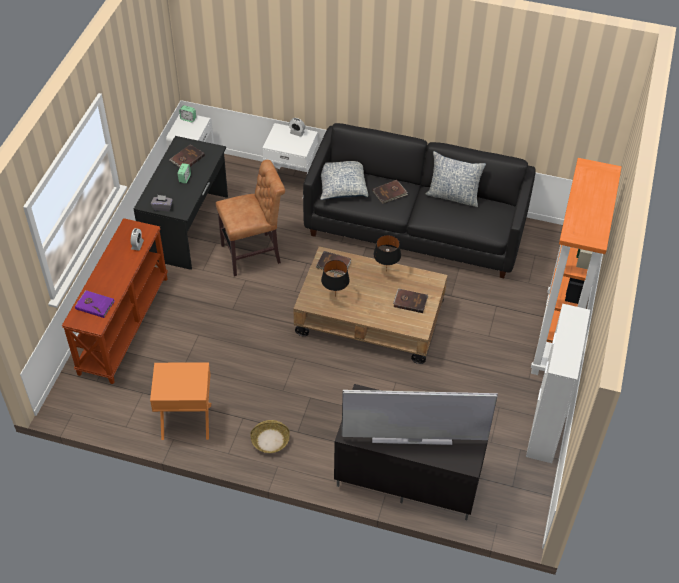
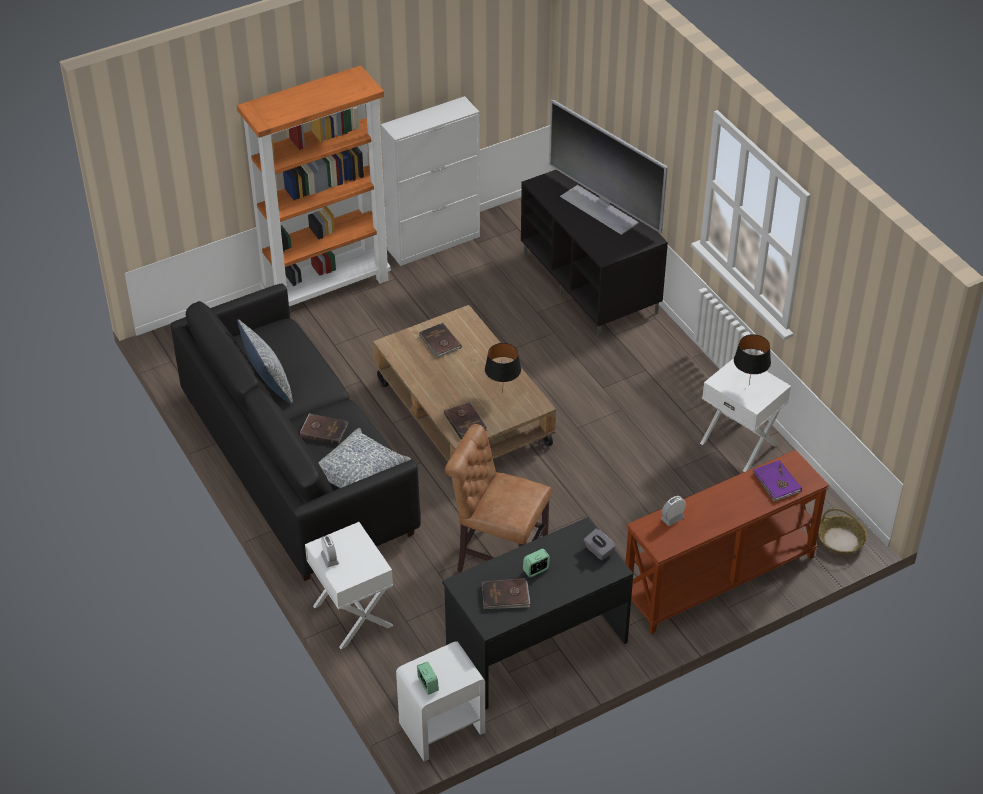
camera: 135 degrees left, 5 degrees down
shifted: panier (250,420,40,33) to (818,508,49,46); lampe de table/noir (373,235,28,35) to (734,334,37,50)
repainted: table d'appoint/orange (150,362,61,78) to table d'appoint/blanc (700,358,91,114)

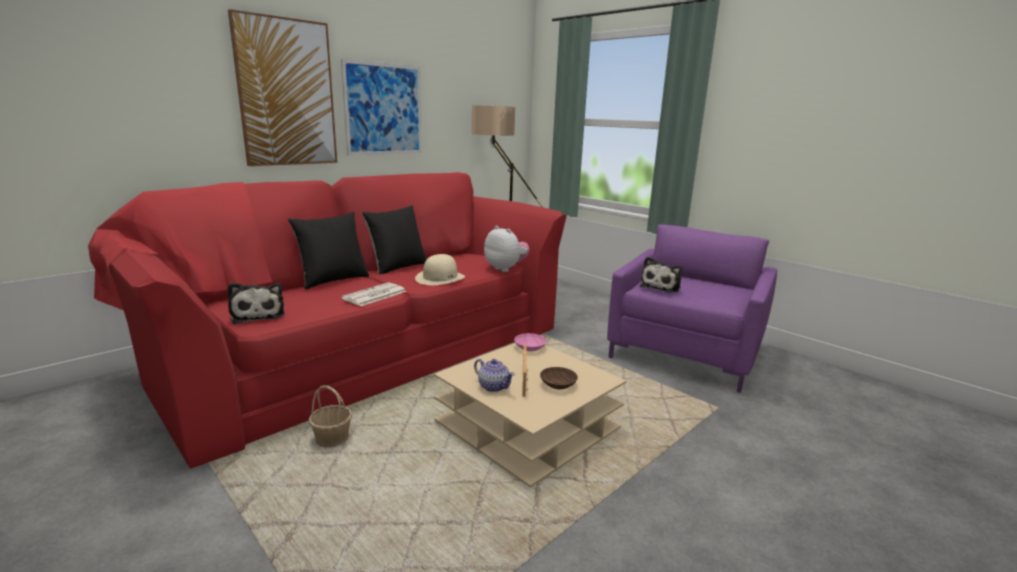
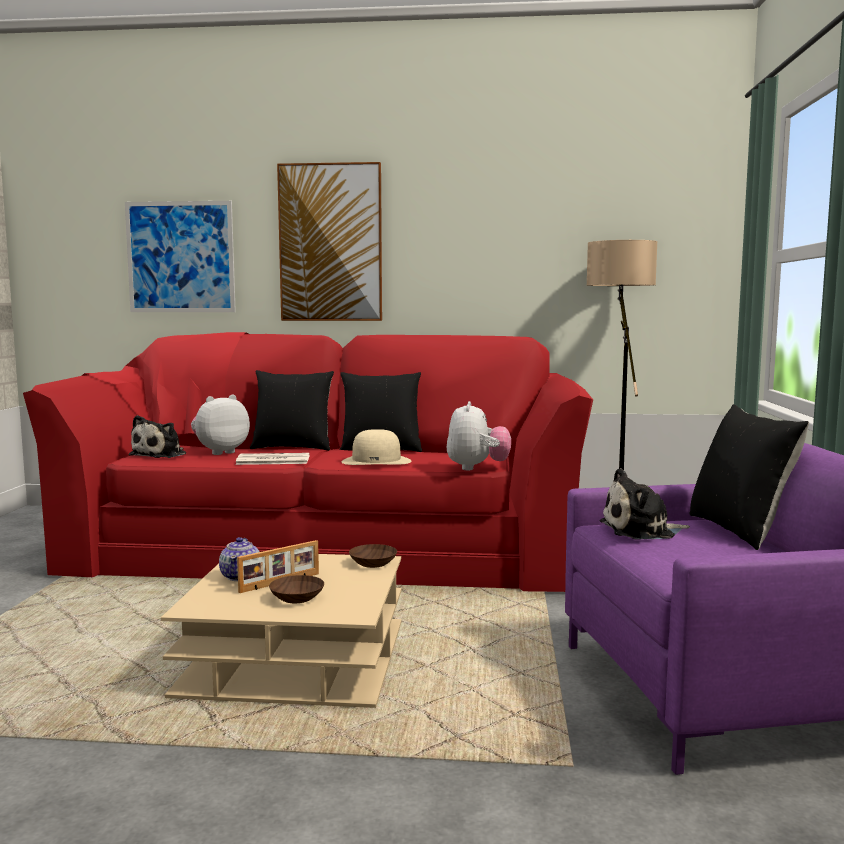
camera: 50 degrees right, 10 degrees down
gone: panier (309,385,43,63)
new: peluche (191,394,59,61); coussin/noir (689,404,120,146)
shifted: tableau (341,59,81,97) to (125,201,111,111)
repainted: bol/rose (514,333,33,18) to bol/marron (349,544,48,24)

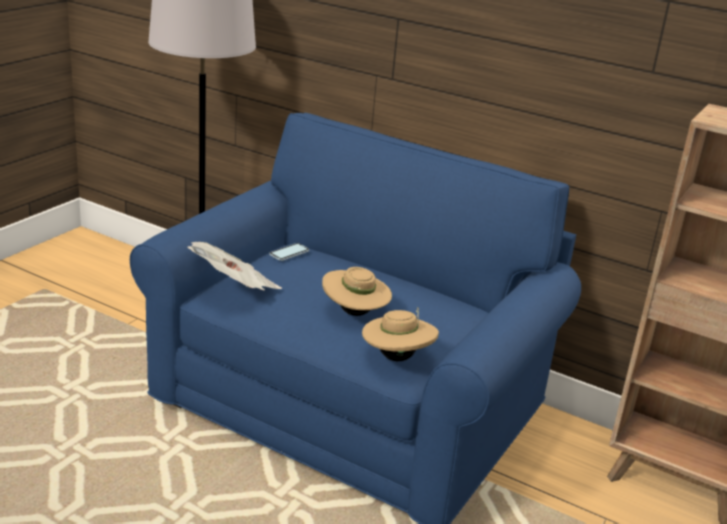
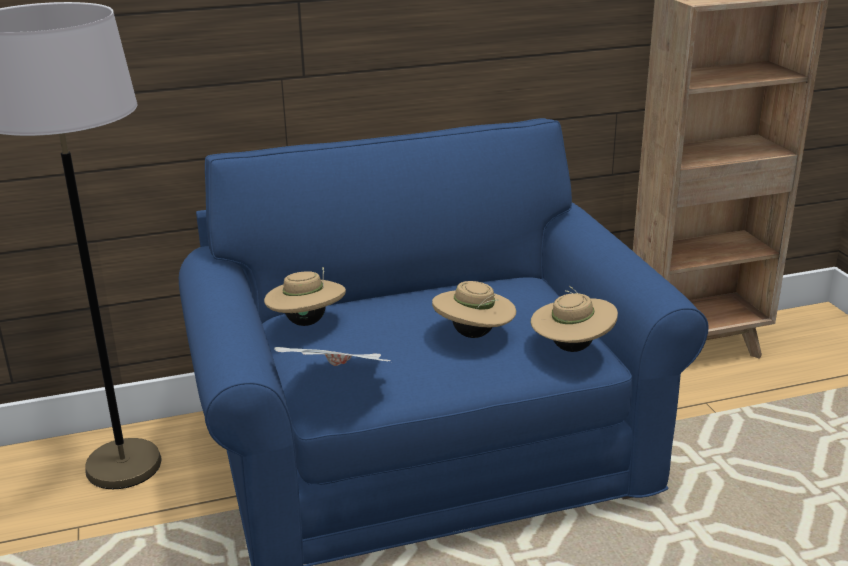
camera: 45 degrees left, 0 degrees up
swapped: téléphone (269,243,40,18) to chapeau/beige (264,267,82,59)

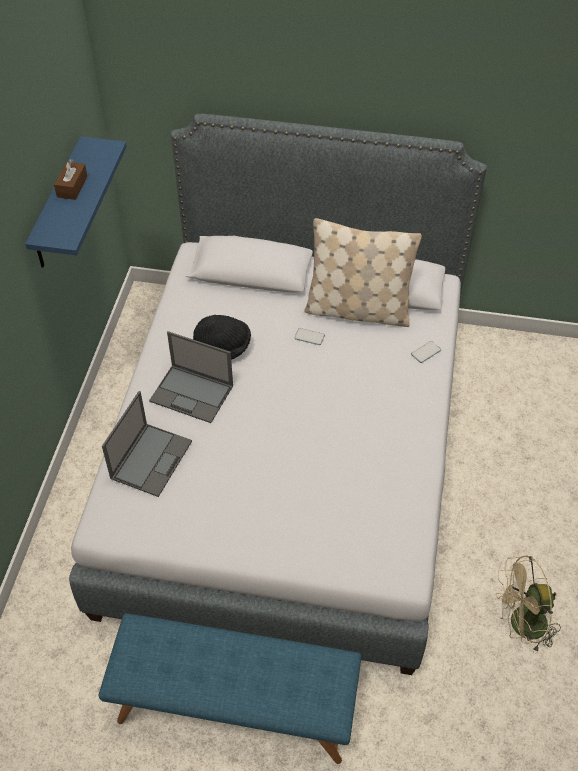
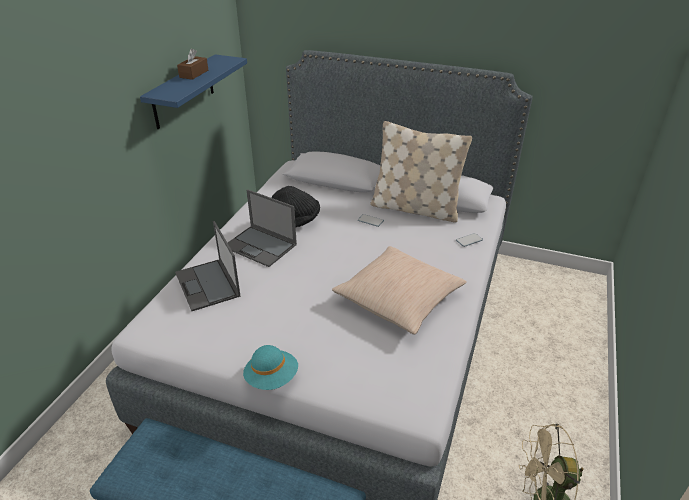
camera: 10 degrees right, 15 degrees down
new: chapeau/turquoise (243,345,55,45); coussin/beige (332,246,135,89)
rotated: ordinateur portable (102,391,90,106) = (175,221,65,90) 120 degrees clockwise

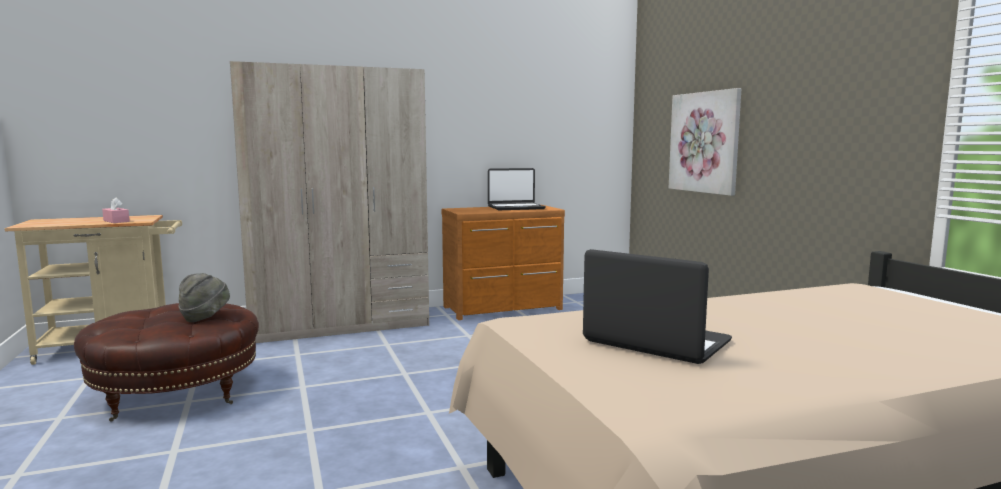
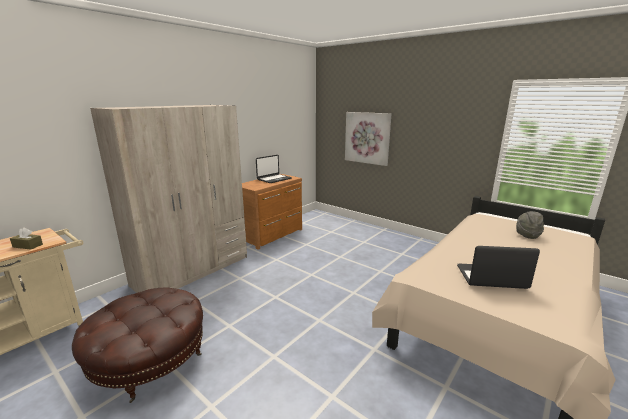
camera: 30 degrees left, 10 degrees up
shifted: chapeau/gris (178,273,52,49) to (516,211,28,28)
repainted: boîte à mouchoirs/rose (102,197,28,26) to boîte à mouchoirs/marron (10,227,33,22)

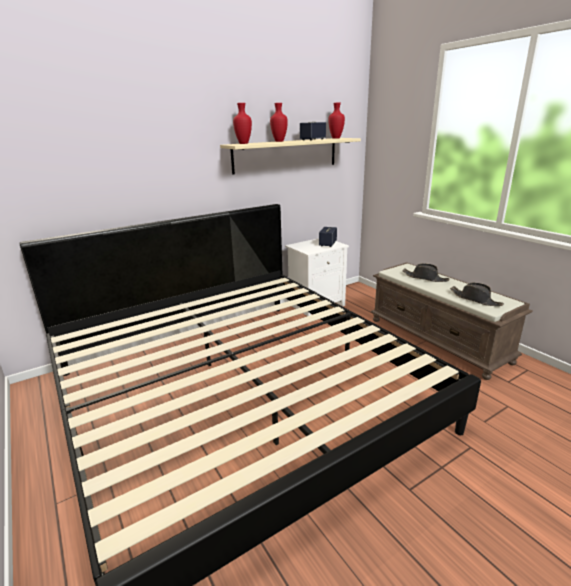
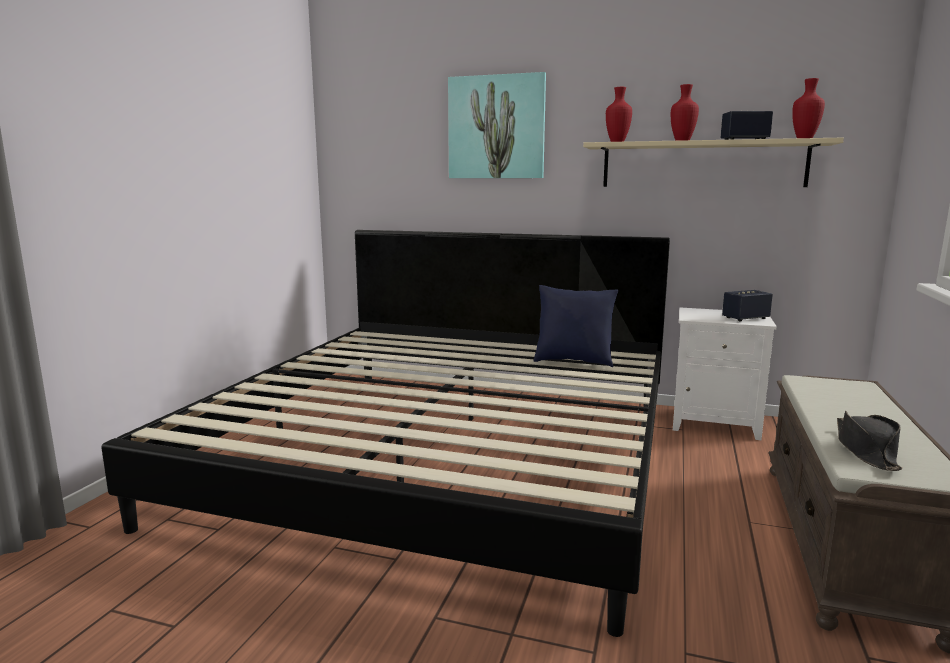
camera: 50 degrees right, 10 degrees down
gone: chapeau/noir (403,264,46,18)
new: tableau (448,72,98,106); coussin/bleu (534,285,85,82)

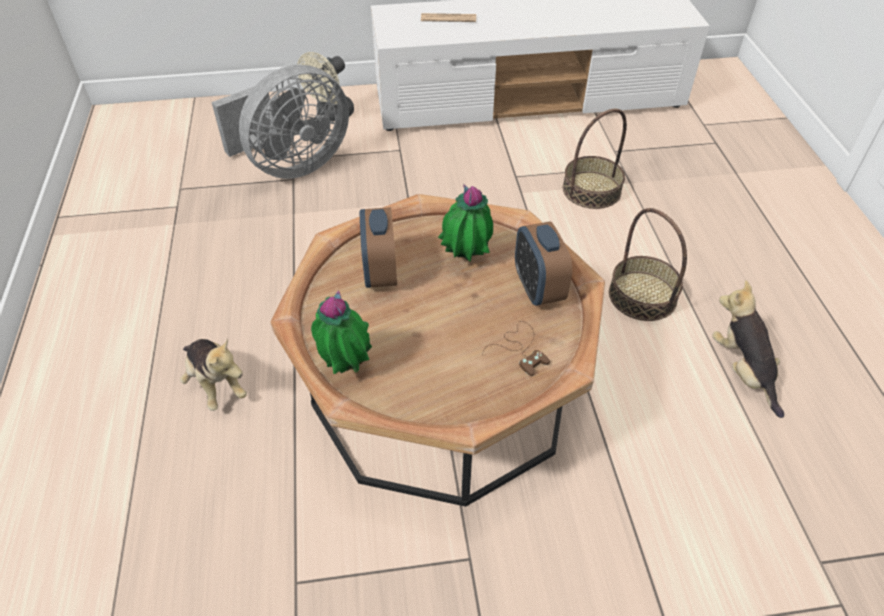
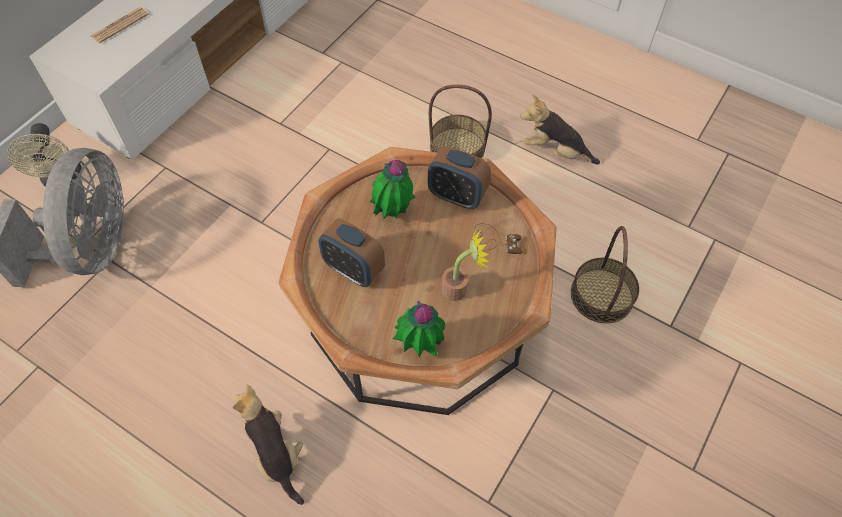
camera: 50 degrees left, 10 degrees up
new: plante en pot (442,227,48,74)
shifted: panier (563,109,64,100) to (571,226,68,97)
rotated: peluche (180,339,67,72) = (233,385,71,120) 120 degrees counterclockwise

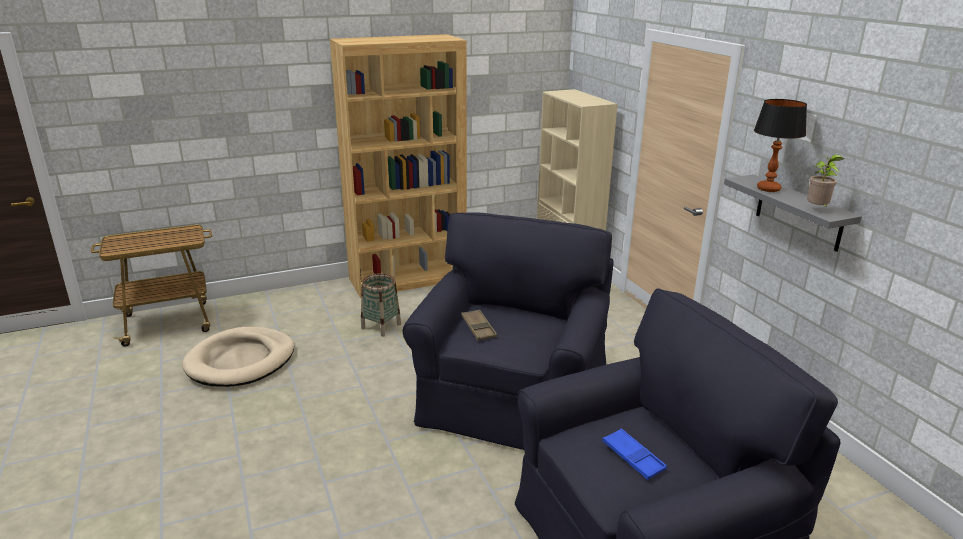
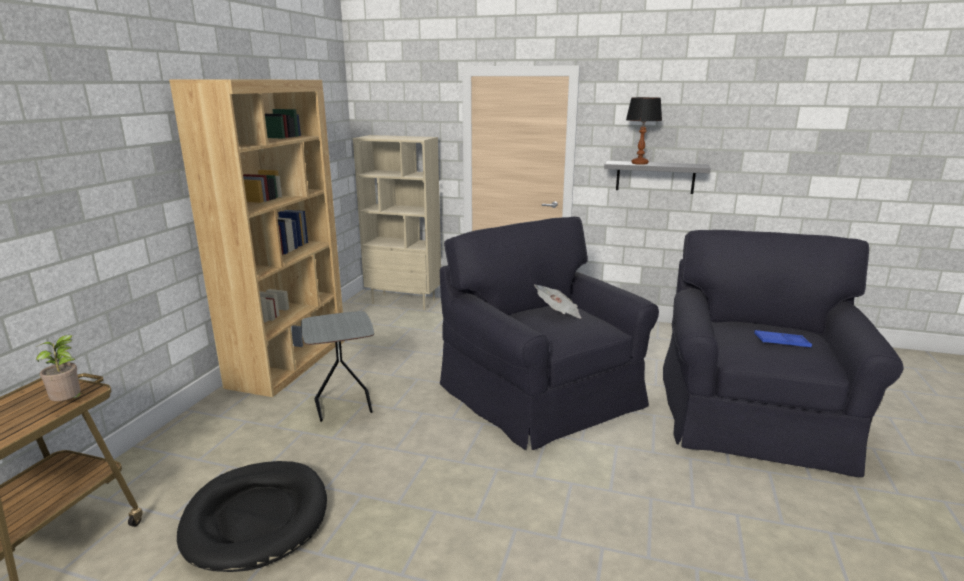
camera: 50 degrees left, 5 degrees down
gone: plateau/marron (461,309,36,32)
new: journal (534,285,47,33)
shifted: plante en pot (807,154,38,53) to (36,335,49,66)
swapped: panier (361,273,40,63) to table d'appoint/gris (301,311,73,111)
repainted: panier pour chien/beige (182,327,112,60) to panier pour chien/noir (177,461,150,111)

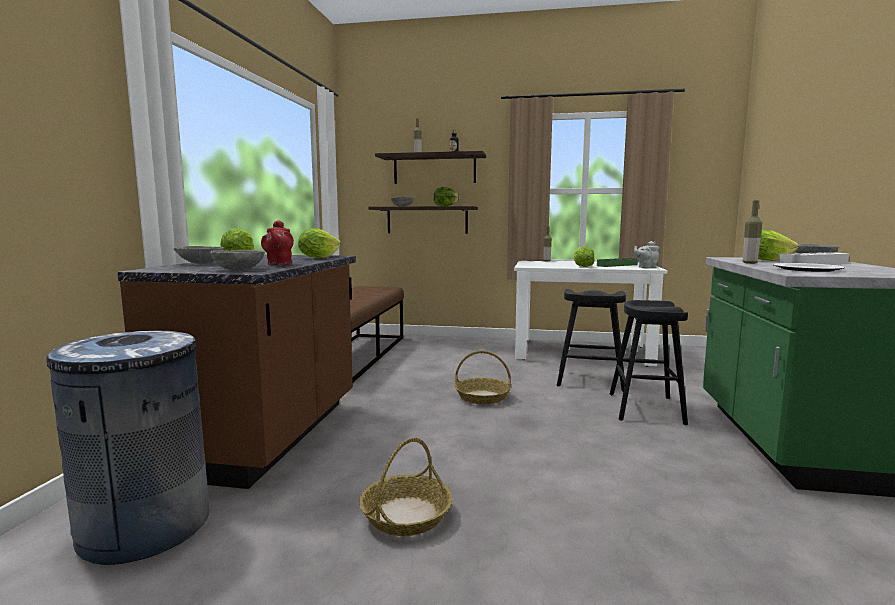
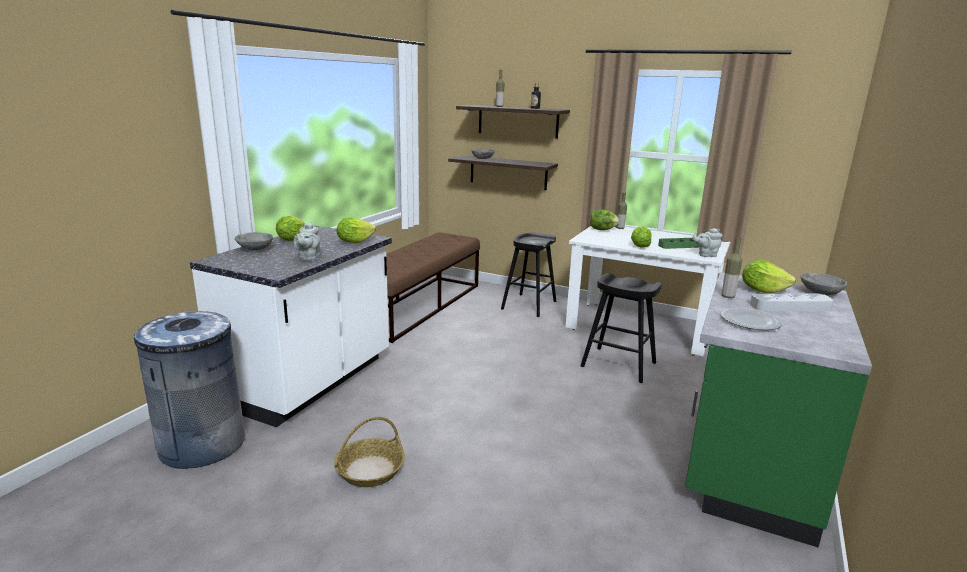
camera: 15 degrees right, 10 degrees up
gone: bol/gris (210,250,55,20); panier (455,351,56,53)
shifted: laitue (433,187,27,19) to (590,209,29,21); tabouret/noir (610,300,78,125) to (501,232,55,85)
repainted: comptoir de cuisine/marron (117,255,239,234) to comptoir de cuisine/blanc (190,225,202,202); théière/rouge (261,220,33,45) to théière/gris (294,222,26,39)

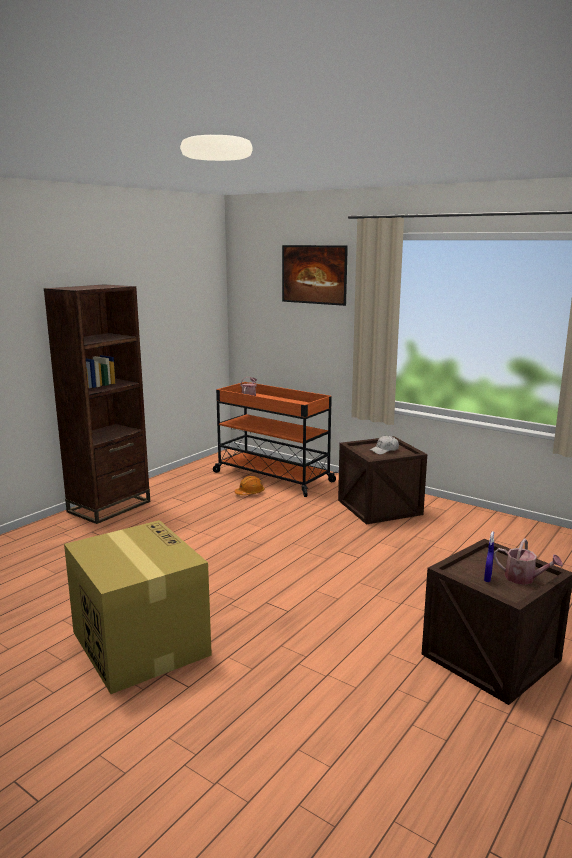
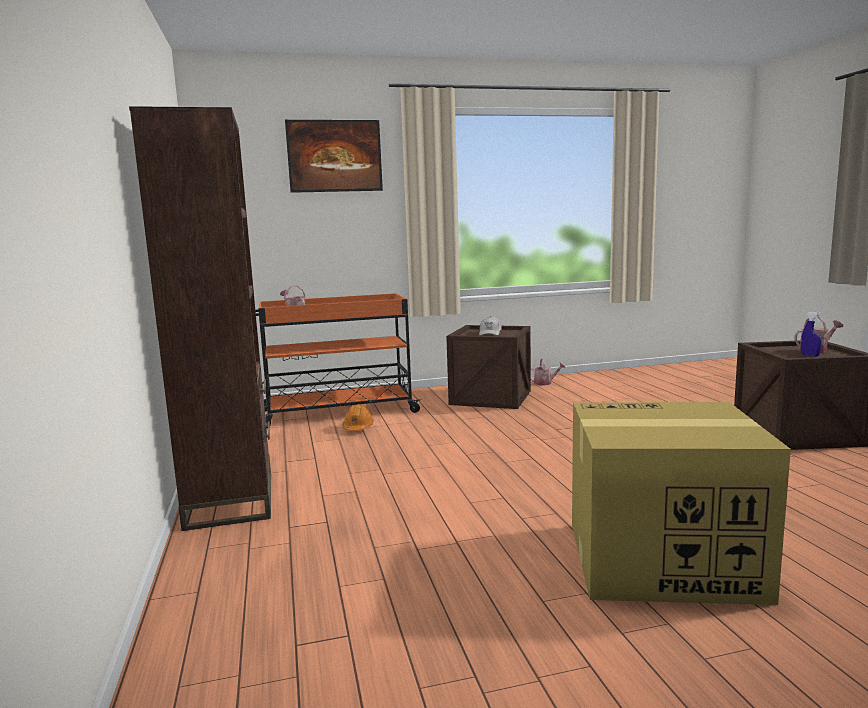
camera: 50 degrees left, 5 degrees down
new: arrosoir (531,358,35,28)

